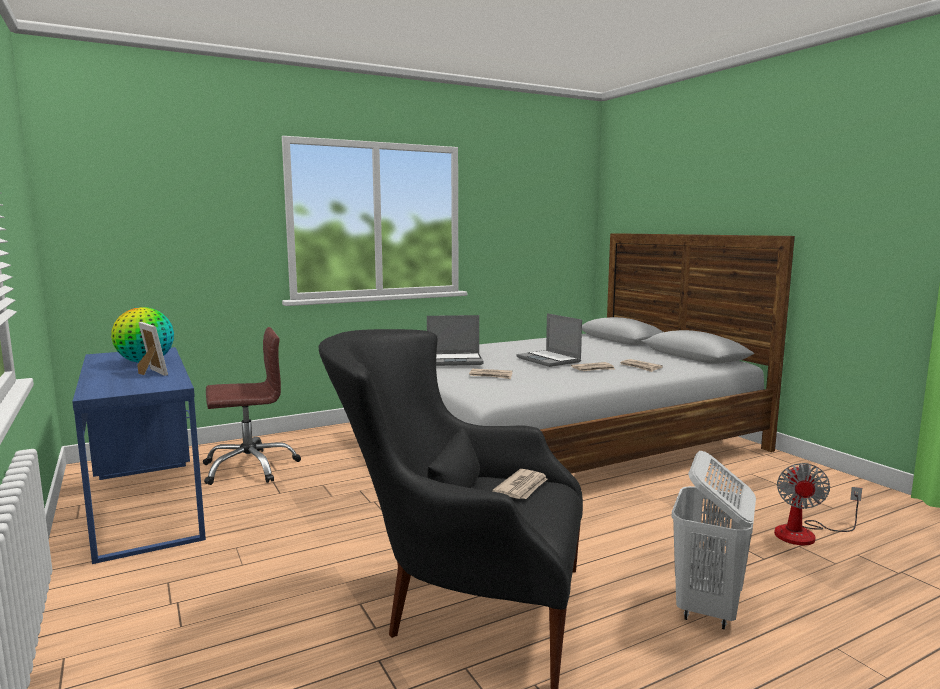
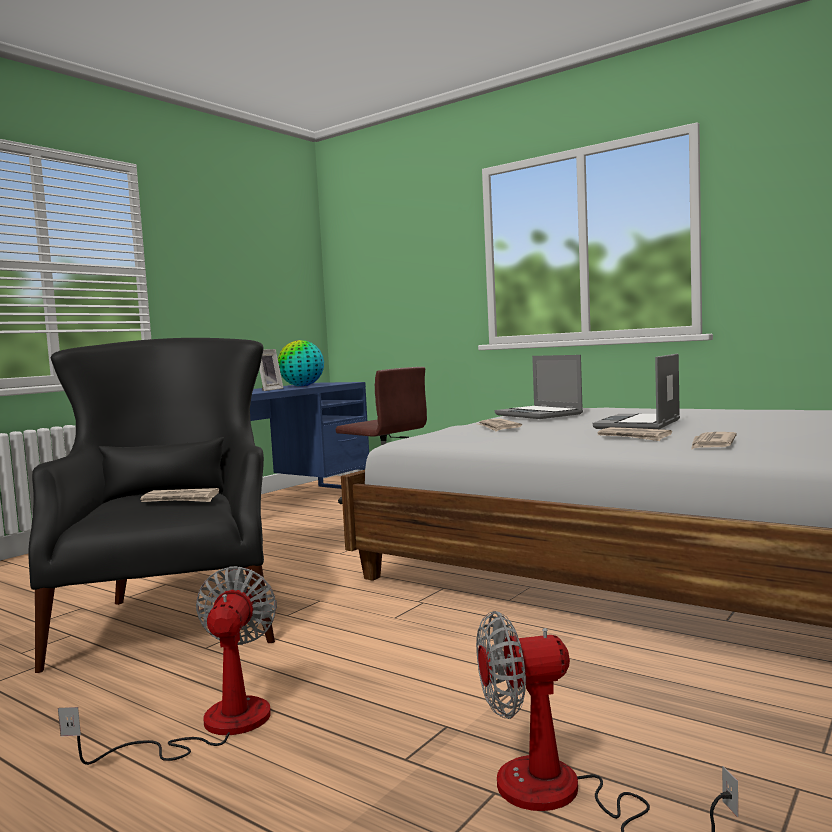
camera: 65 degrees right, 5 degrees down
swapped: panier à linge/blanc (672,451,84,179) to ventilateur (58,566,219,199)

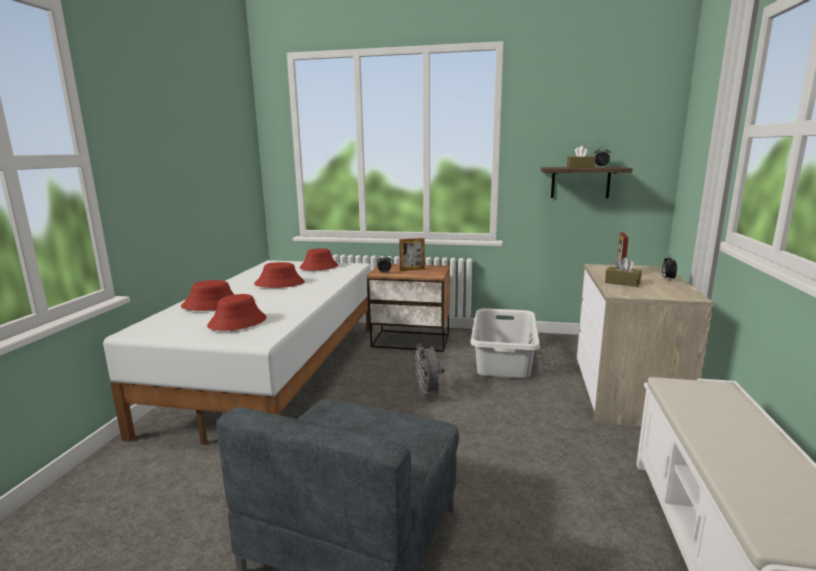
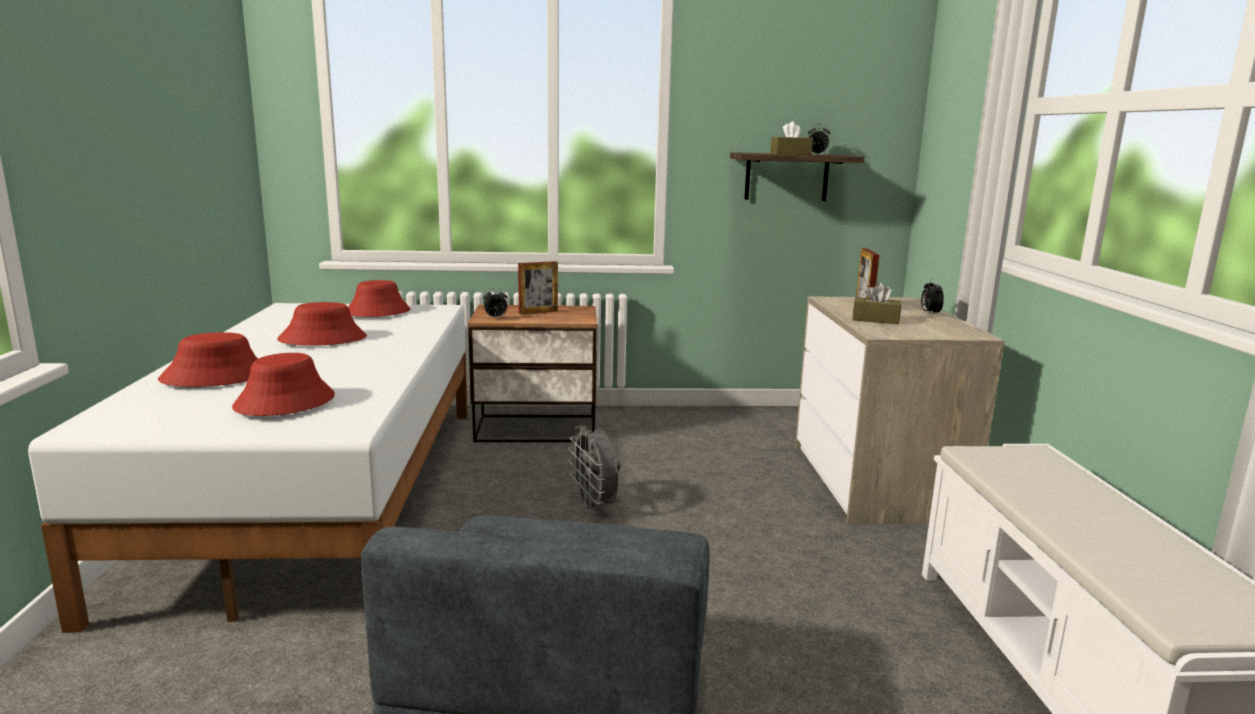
camera: 15 degrees left, 0 degrees up
gone: panier à linge/gris (470,308,70,70)

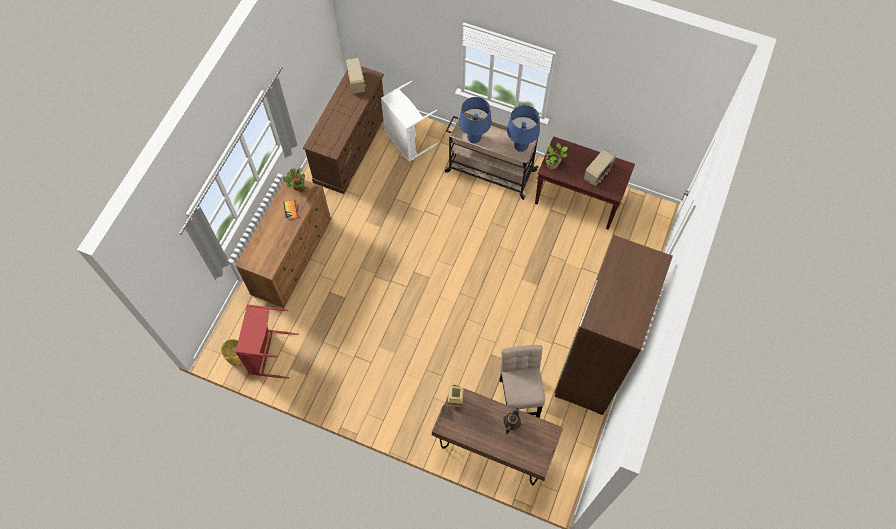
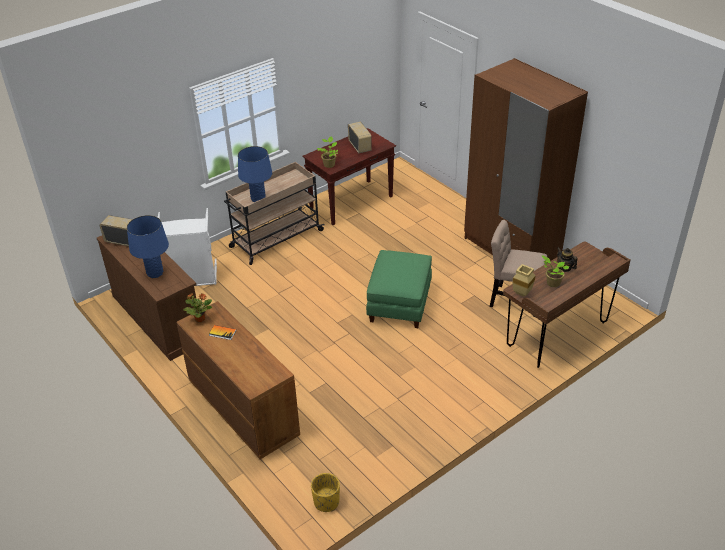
camera: 60 degrees left, 25 degrees down
gone: panier à linge/rouge (235,304,64,75)
new: pouf/vert (366,250,66,78); plante en pot (542,255,27,32)
shifted: lampe de table/bleu (507,105,33,47) to (127,215,42,63)

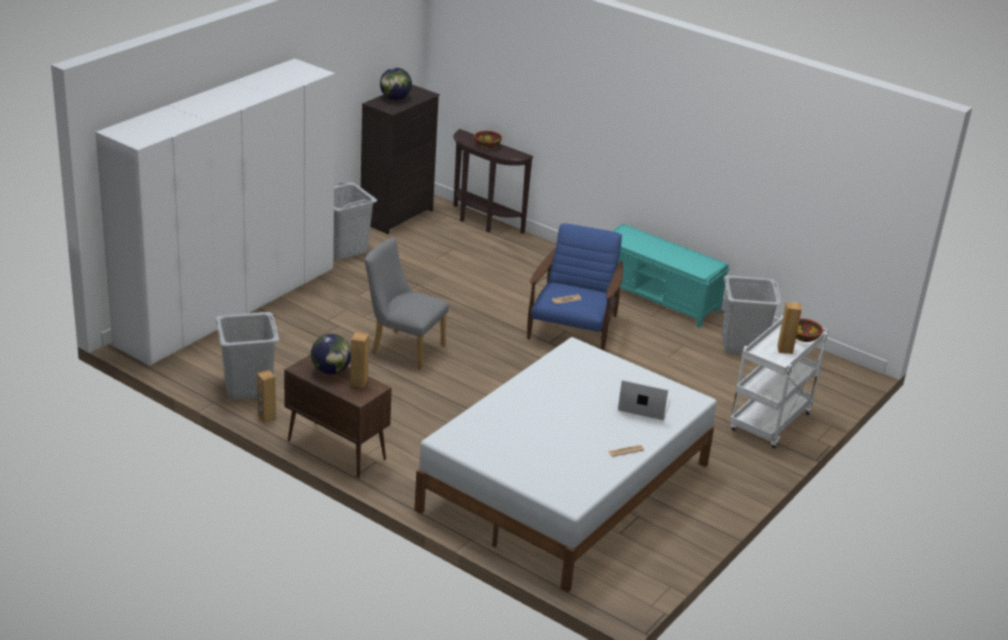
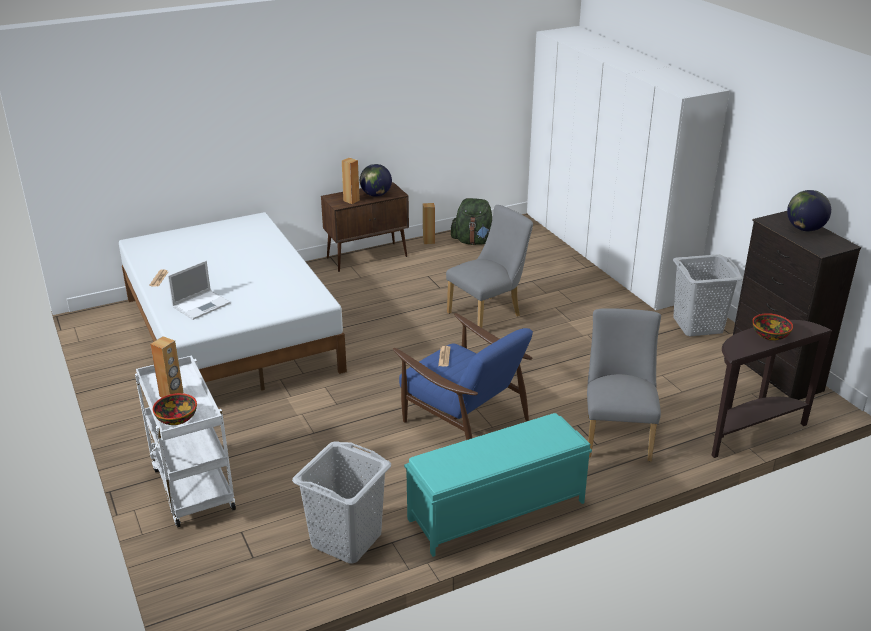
camera: 120 degrees right, 0 degrees up
new: chaise/gris (587,308,74,153)
swapped: panier à linge/gris (215,312,64,88) to sac à dos/vert (451,198,41,47)

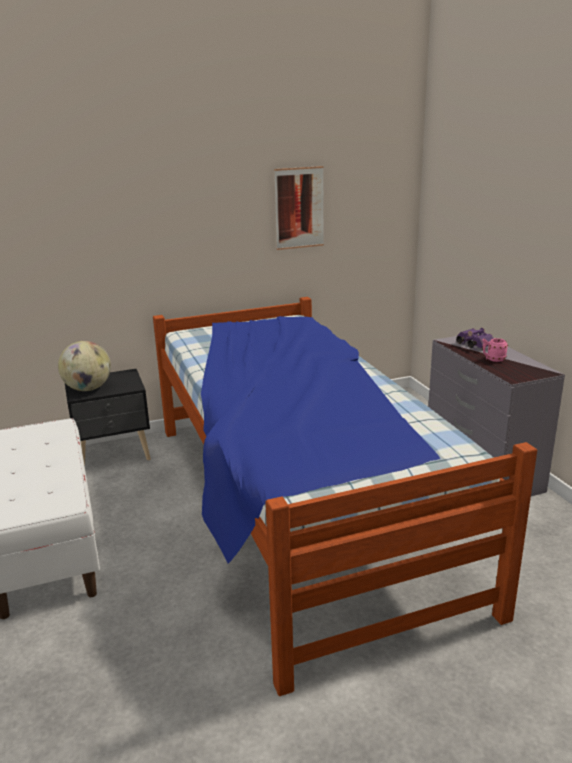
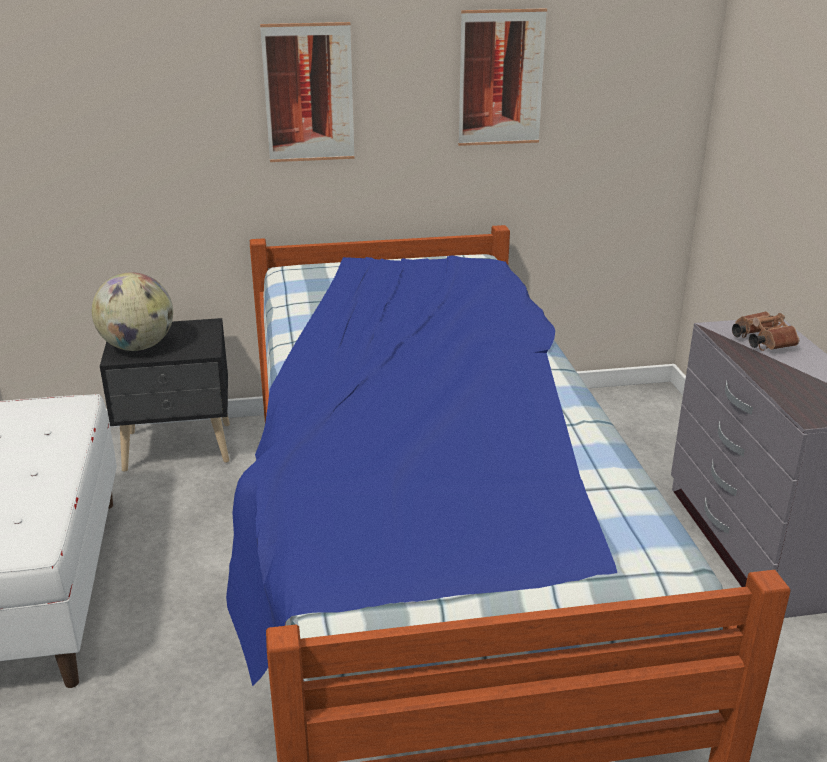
camera: 10 degrees right, 5 degrees up
gone: mug/rose (482,338,26,24)
new: tableau (260,22,95,140)
repainted: jumelles/violet (456,328,38,22) to jumelles/marron (732,311,67,40)

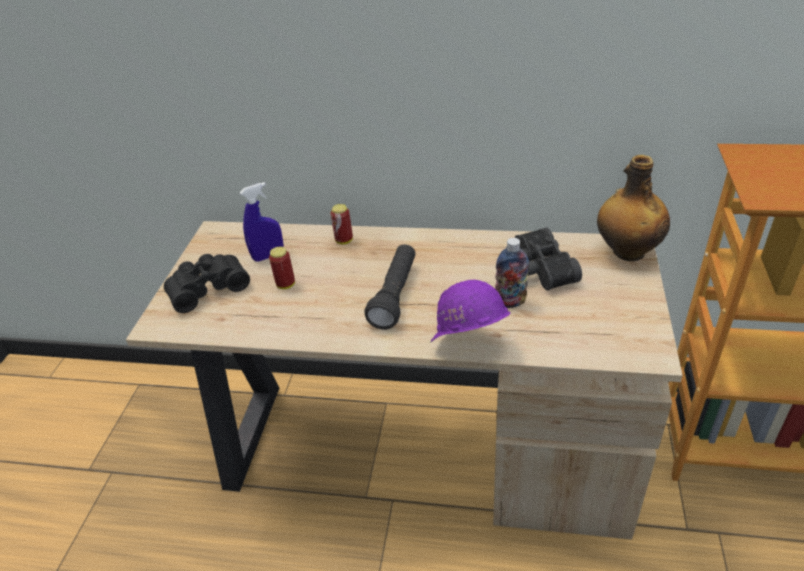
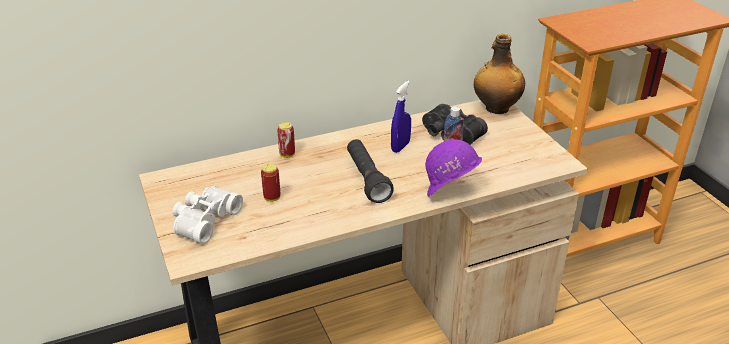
camera: 35 degrees left, 5 degrees down
shifted: vaporisateur/bleu (240,182,44,79) to (391,81,20,72)
repainted: jumelles/noir (164,254,86,59) to jumelles/blanc (173,186,70,58)

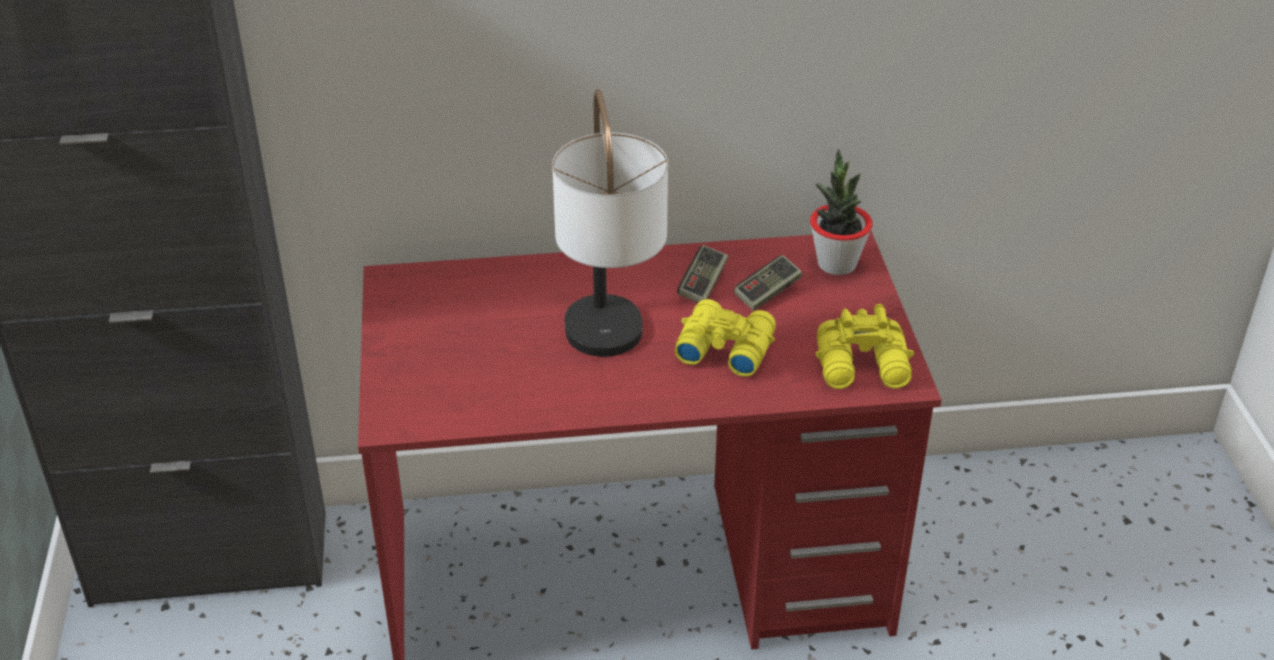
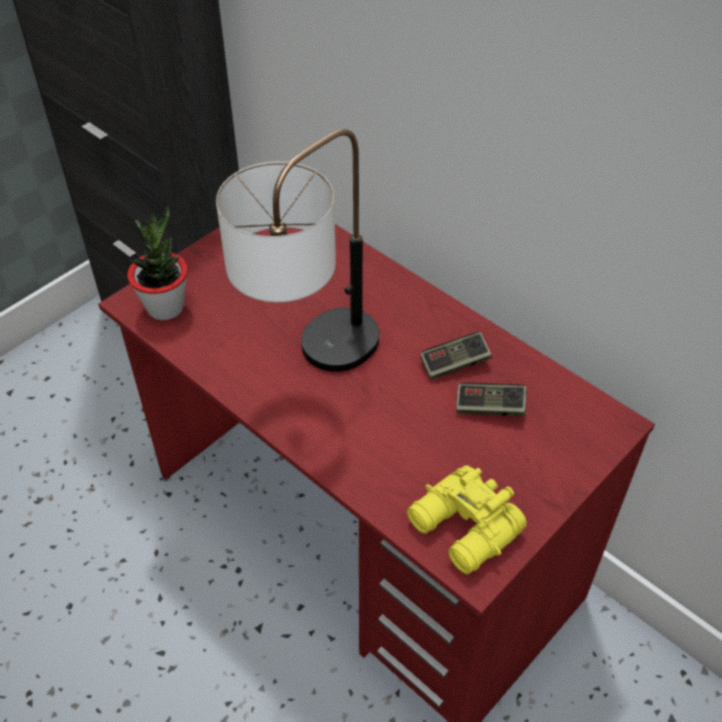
camera: 50 degrees right, 10 degrees up
gone: jumelles/jaune (675,299,101,78)
shifted: plante en pot (810,149,63,126) to (127,207,61,113)

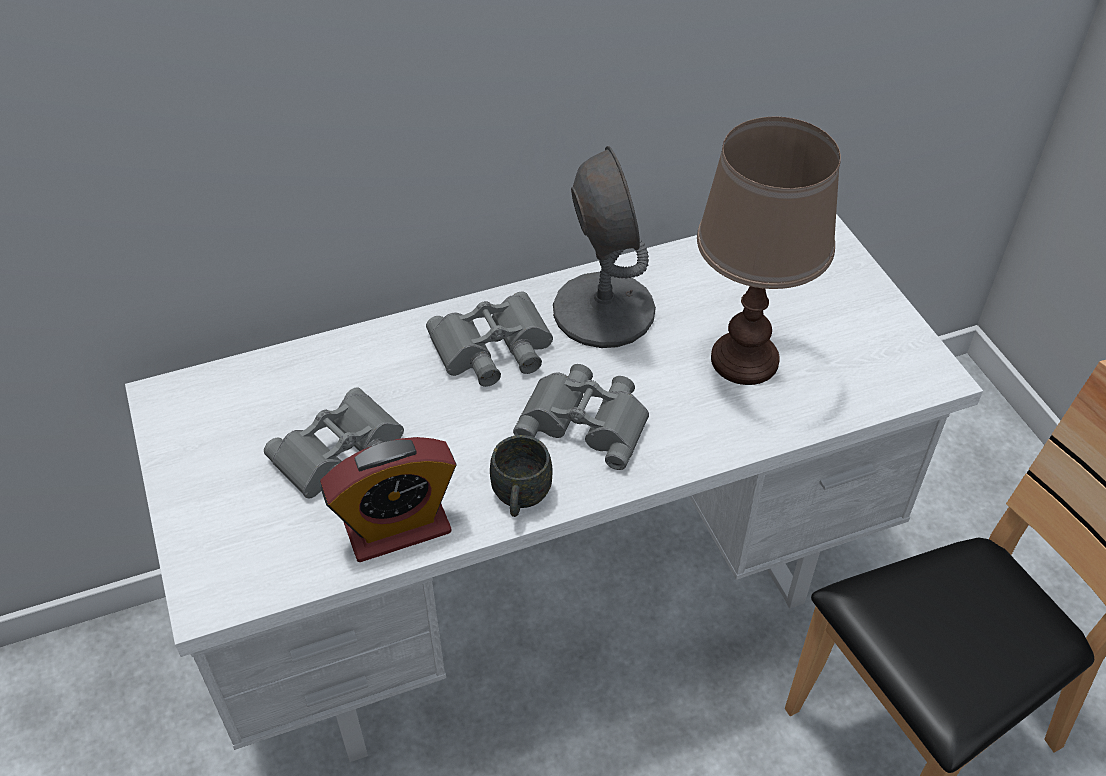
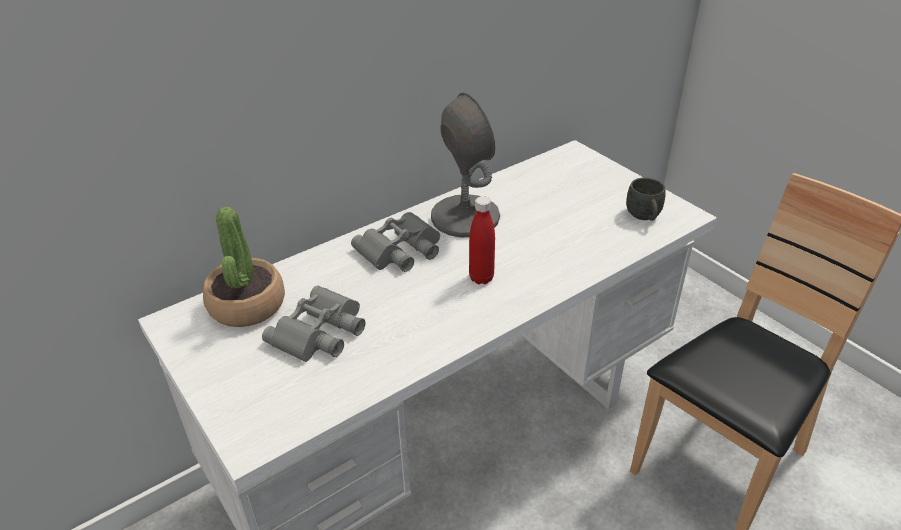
camera: 15 degrees left, 10 degrees down
gone: réveil (320,437,137,125); lampe de table/marron (697,117,144,268)
new: plante en pot (203,207,82,120)
shifted: mug/gris (490,435,62,82) to (626,177,40,44)
swapped: jumelles/gris (513,364,136,106) to bouteille/rouge (469,196,26,88)

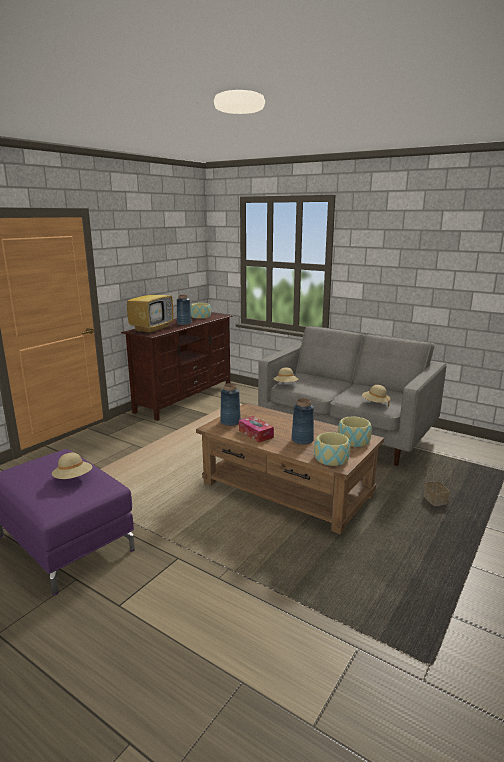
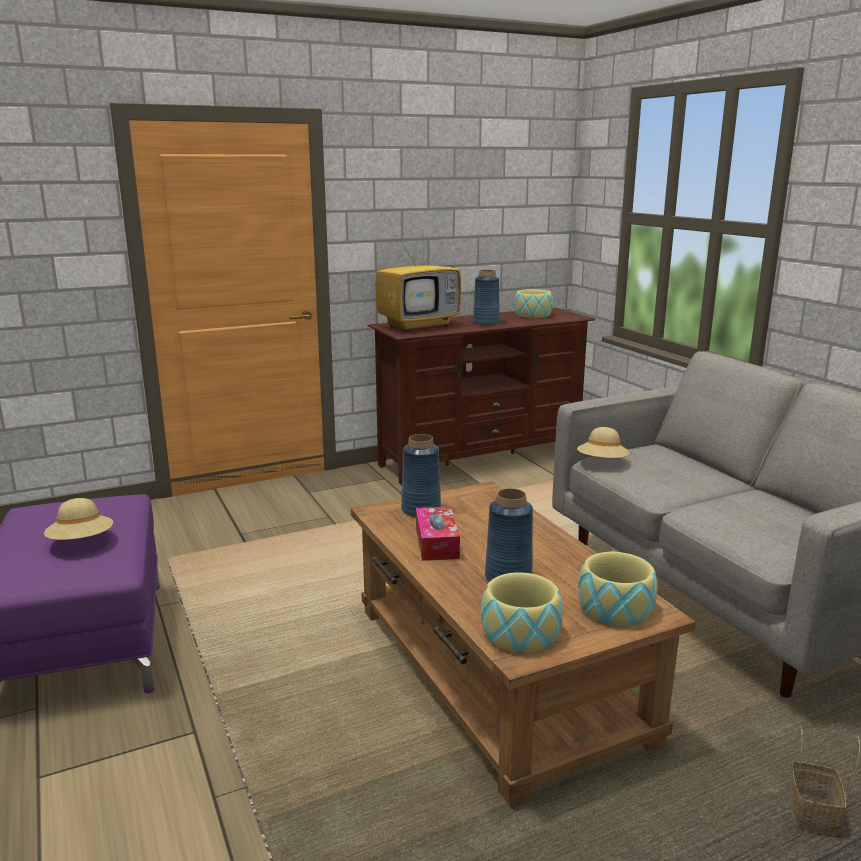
camera: 30 degrees right, 0 degrees up
gone: chapeau/beige (362,385,28,22)

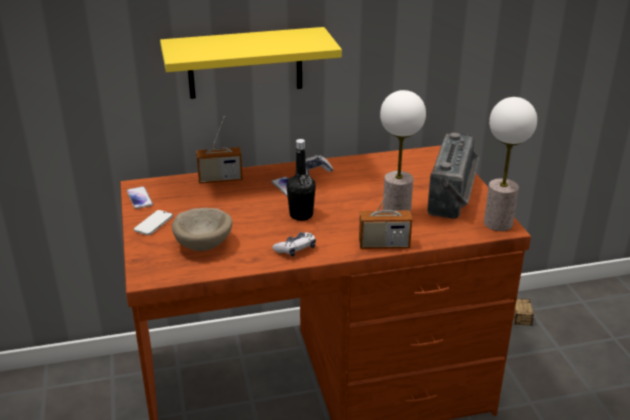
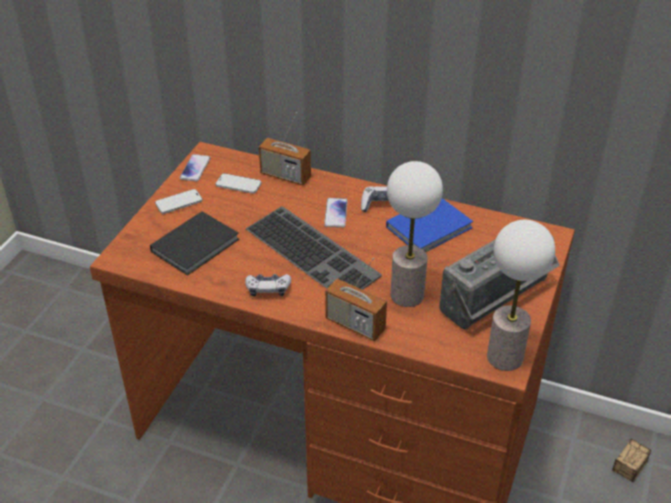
camera: 35 degrees right, 10 degrees up
gone: étagère/jaune (160,27,182,72)
new: téléphone (215,173,47,21); livre/bleu (386,198,87,54)
swapped: bol/beige (172,208,60,43) to livre/noir (150,211,89,65); bouteille/noir (286,139,30,82) to clavier (246,206,136,84)

